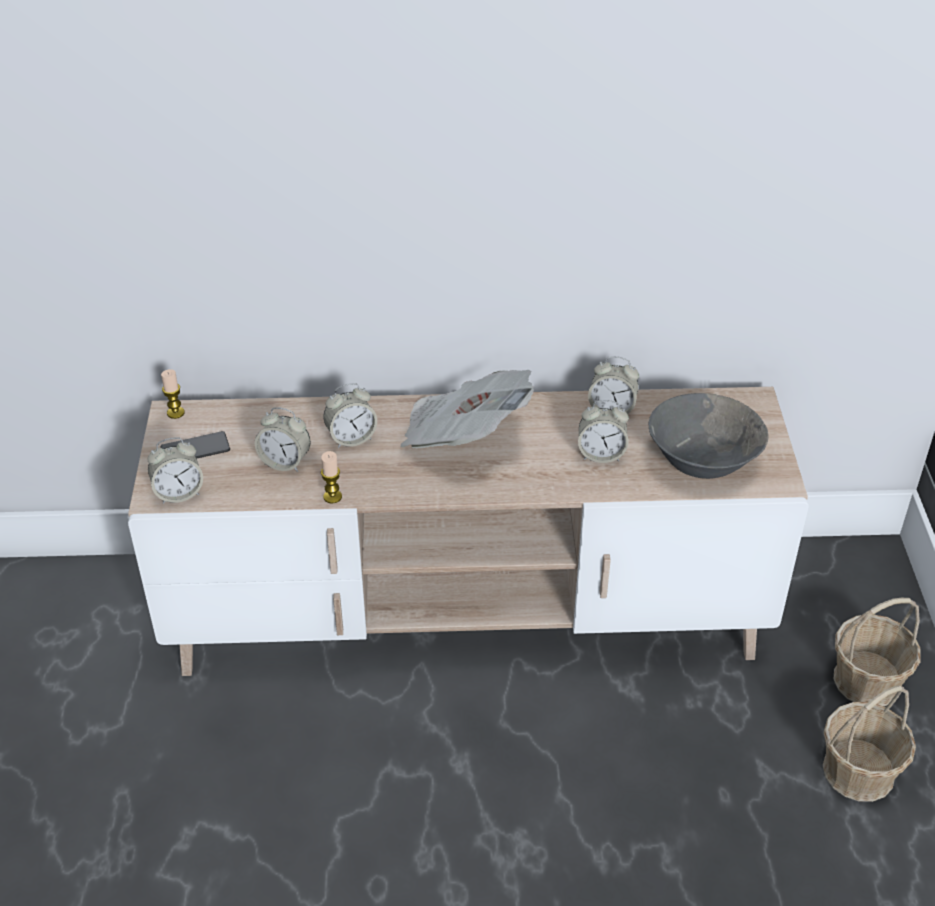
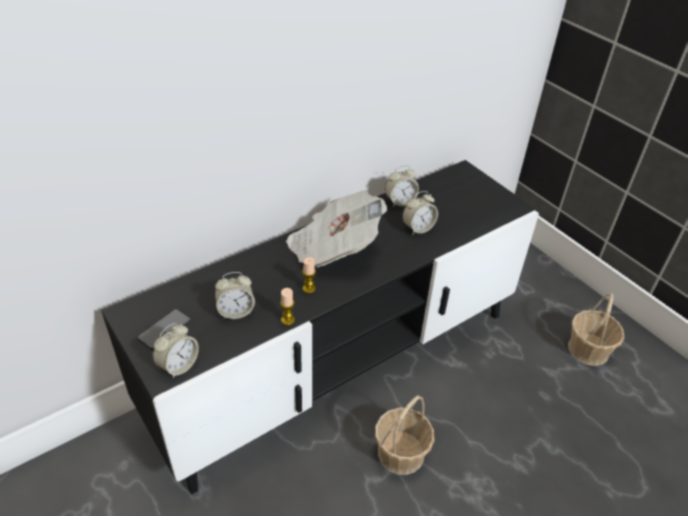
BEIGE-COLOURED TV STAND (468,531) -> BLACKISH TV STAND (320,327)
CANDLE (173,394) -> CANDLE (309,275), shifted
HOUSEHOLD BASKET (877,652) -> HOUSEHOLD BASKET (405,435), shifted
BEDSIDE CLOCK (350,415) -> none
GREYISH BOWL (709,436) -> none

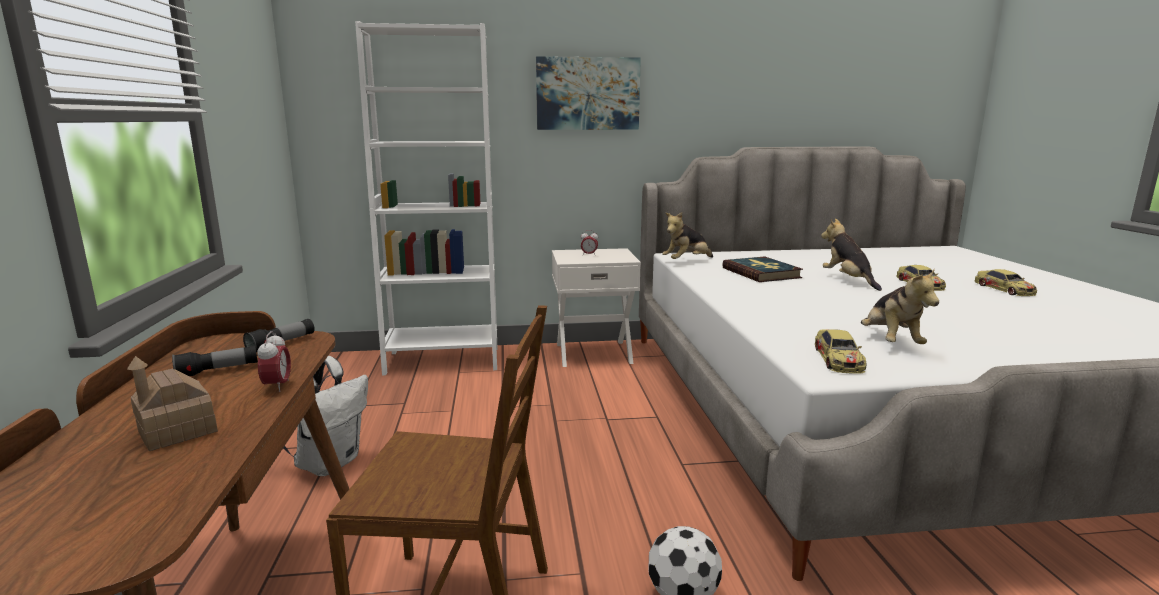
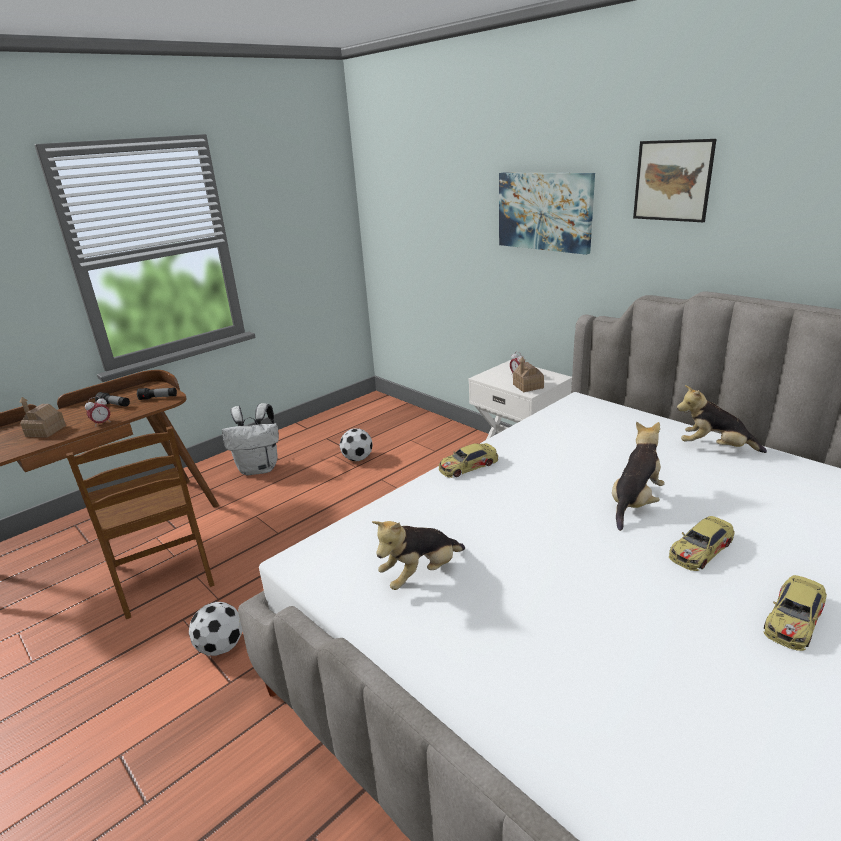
none -> FOOTBALL (356,444)
MINIATURE CAR (841,351) -> MINIATURE CAR (468,460), shifted
none -> MODEL HOUSE (528,374)
none -> WALL PICTURE (675,180)
PLUSH TOY (687,235) -> PLUSH TOY (722,419), shifted
WHITE SHELVING UNIT (426,198) -> none
BOUND BOOK (762,269) -> none

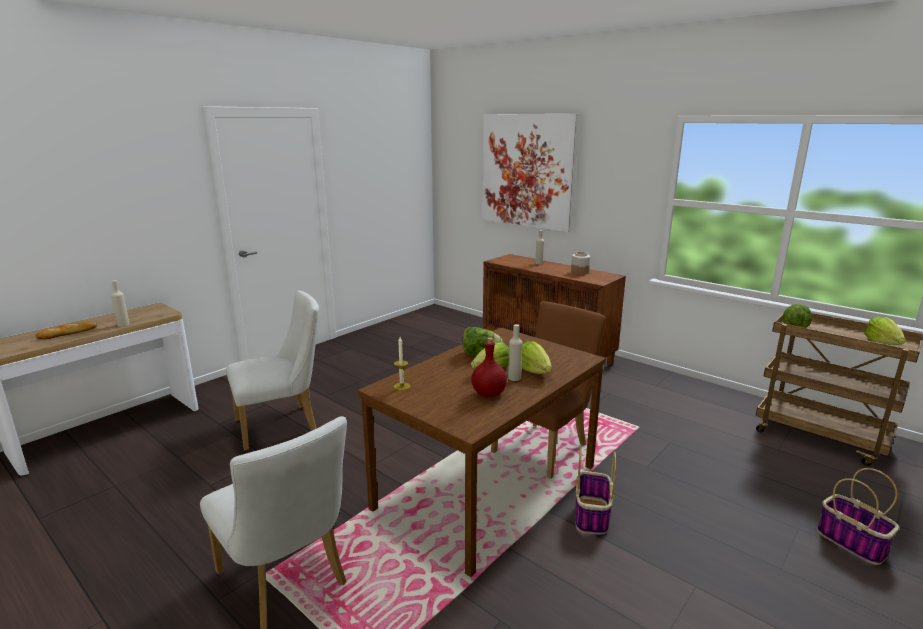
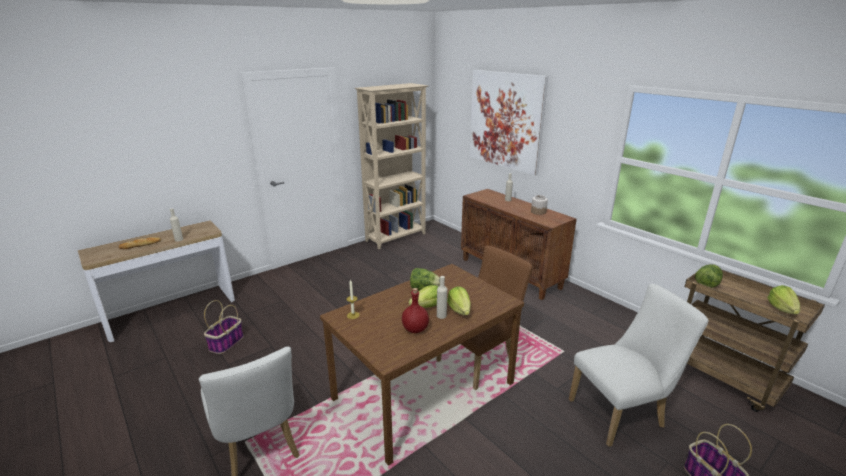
HOUSEHOLD BASKET (596,491) -> HOUSEHOLD BASKET (224,327), shifted
none -> BEIGE-COLOURED SHELVING UNIT (392,166)
WHITE PLAIN CHAIR (272,371) -> WHITE PLAIN CHAIR (638,365), shifted

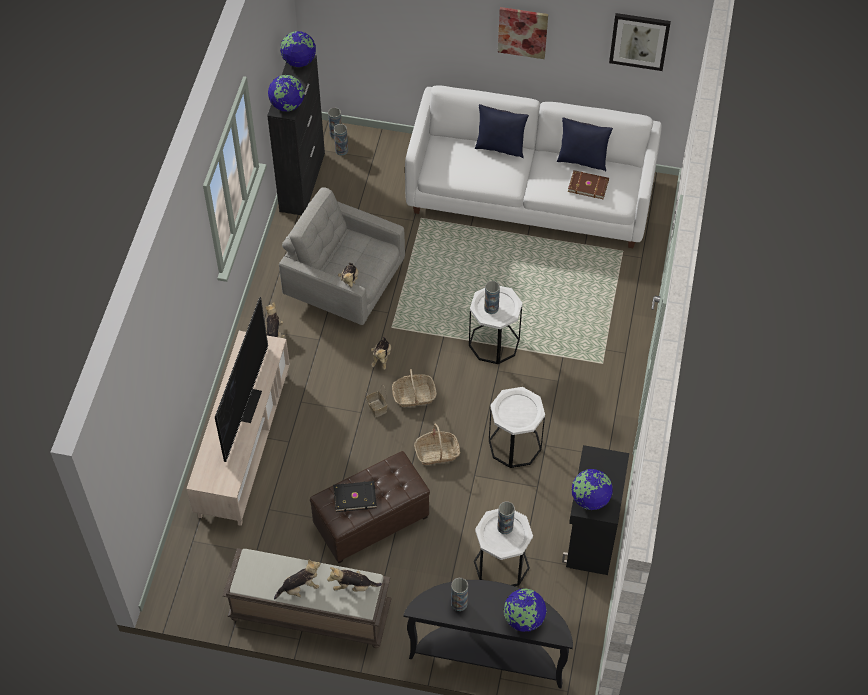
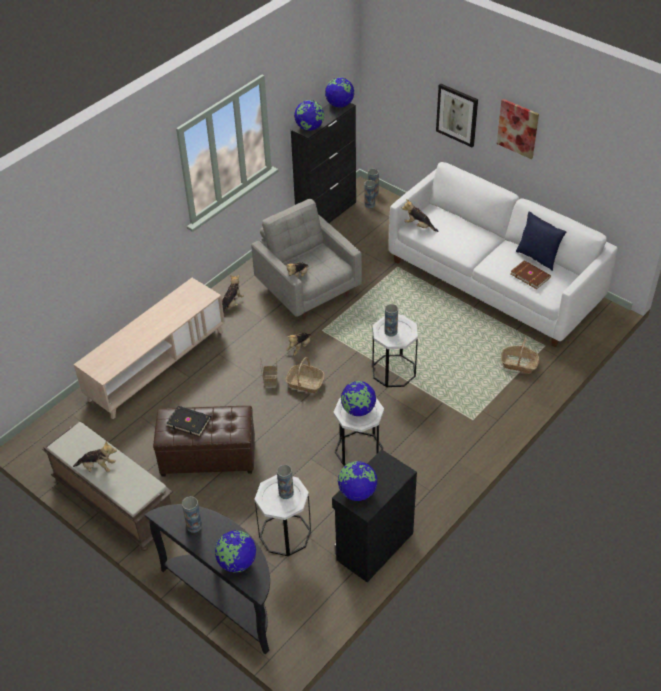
none -> GLOBE (358,398)
PLUSH TOY (354,579) -> PLUSH TOY (420,215), shifted
WALL PICTURE (640,42) -> WALL PICTURE (457,115), shifted
HOUSEHOLD BASKET (437,444) -> HOUSEHOLD BASKET (520,355), shifted
TV (241,379) -> none
BLUE-COLOURED PILLOW (502,131) -> none

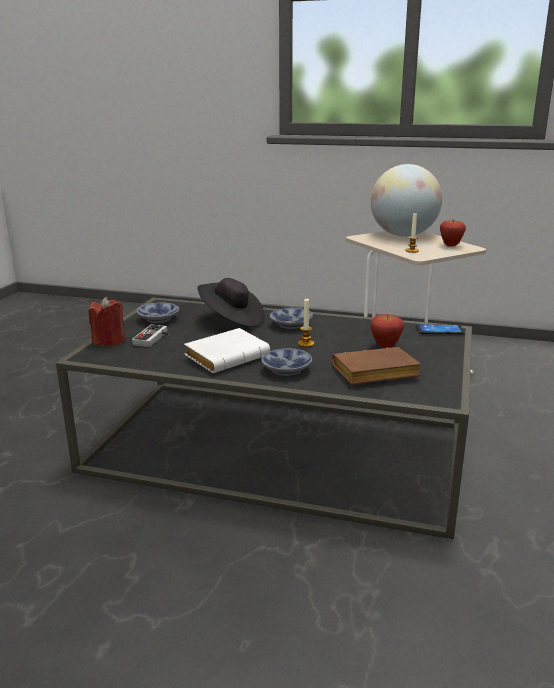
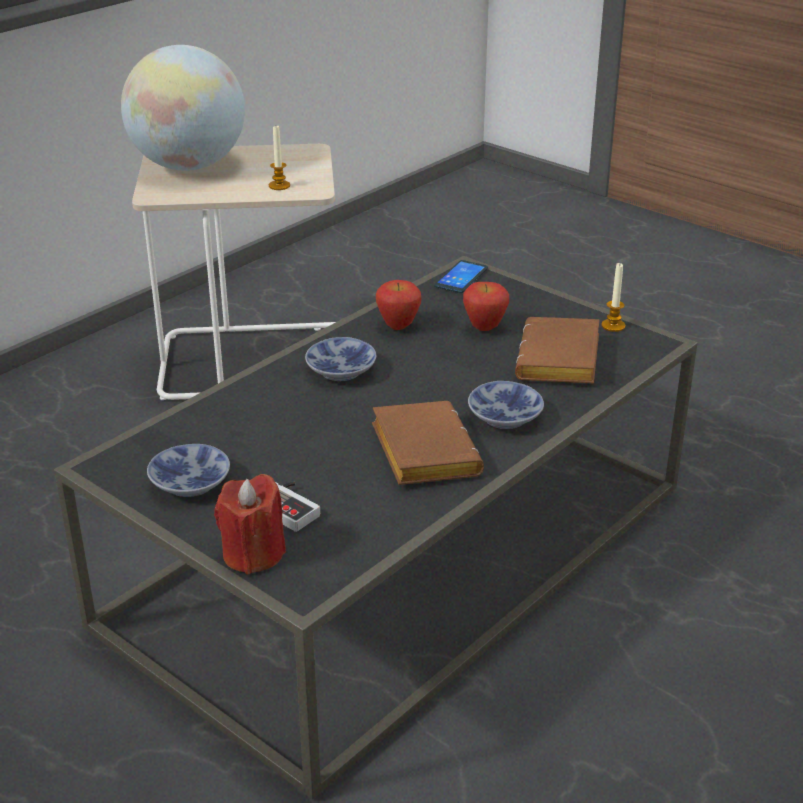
WHITE BOUND BOOK (227,350) -> BROWN-COLOURED BOUND BOOK (428,443)
WHOLE APPLE (453,233) -> WHOLE APPLE (398,305), shifted
CANDLE (306,322) -> CANDLE (613,297), shifted
BLACKISH CLOTHING HAT (231,302) -> none

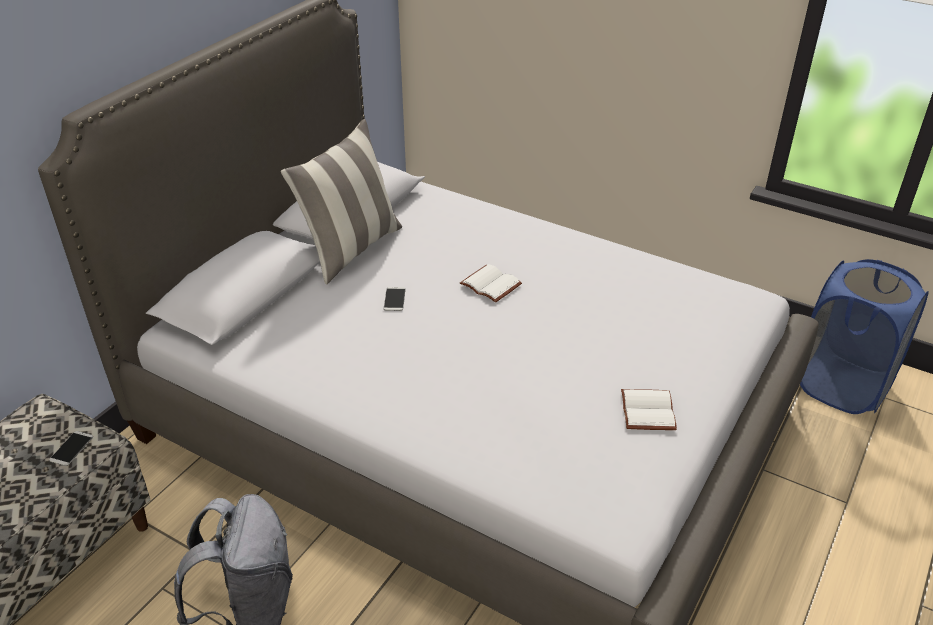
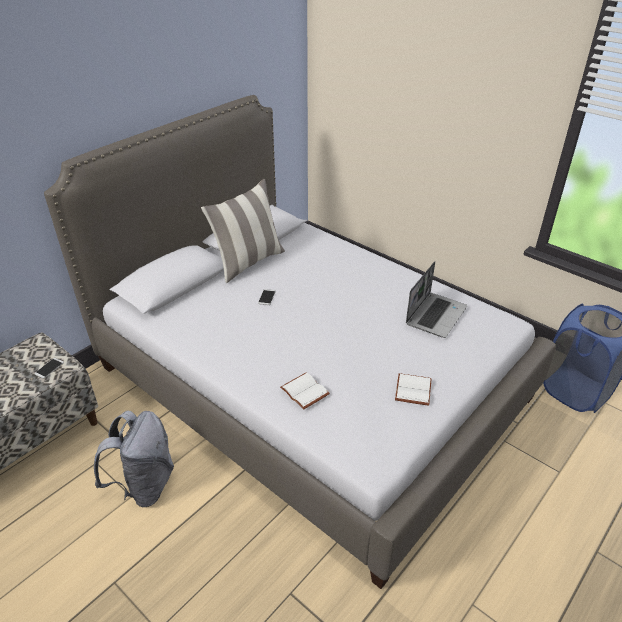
WHITE BOUND BOOK (491,283) -> WHITE BOUND BOOK (305,391), shifted
none -> LAPTOP (436,299)

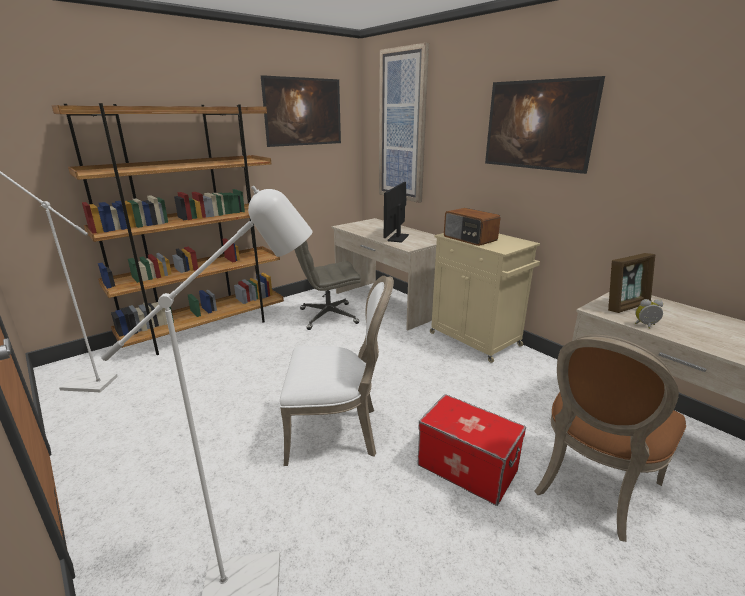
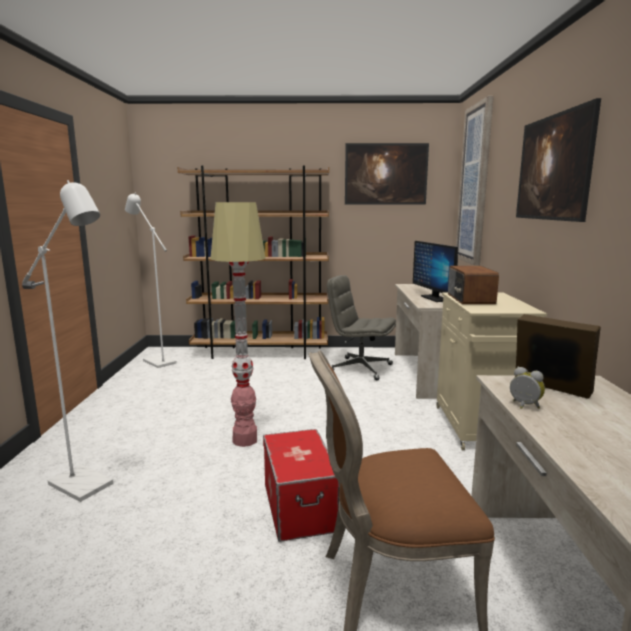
WHITE PLAIN CHAIR (337,371) -> FLOOR LAMP (238,324)
MONITOR (396,212) -> MONITOR (435,271), 75 degrees counterclockwise
PICTURE FRAME (631,283) -> PICTURE FRAME (558,356), 150 degrees counterclockwise

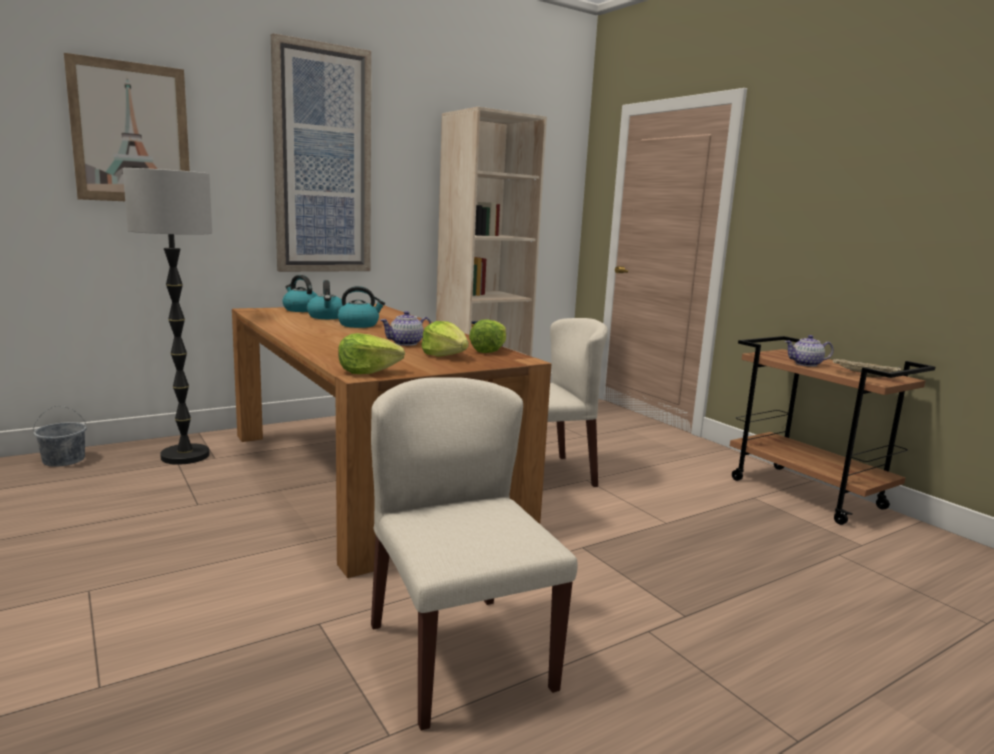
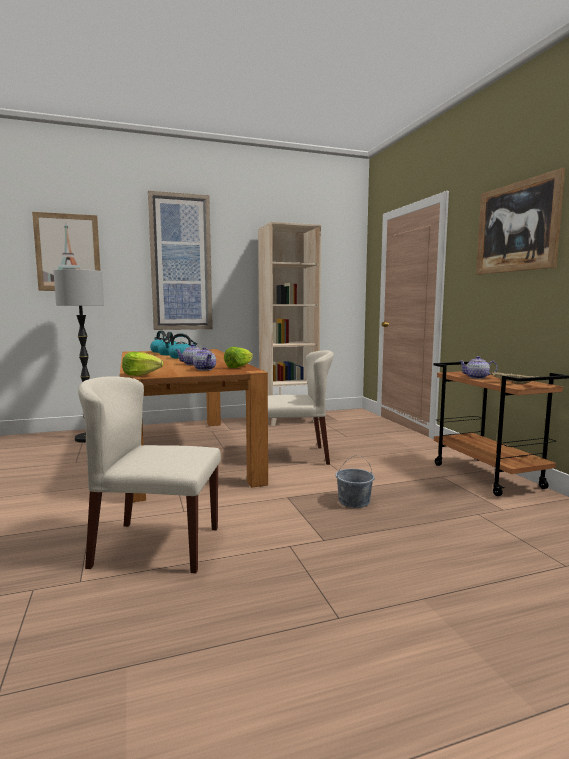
BEIGE-COLOURED PLAIN CHAIR (474,554) -> BEIGE-COLOURED PLAIN CHAIR (149,474), 75 degrees counterclockwise
LETTUCE (445,339) -> TEAPOT (204,358)
GREYISH BUCKET (60,436) -> GREYISH BUCKET (355,481), shifted
none -> WALL PICTURE (520,221)

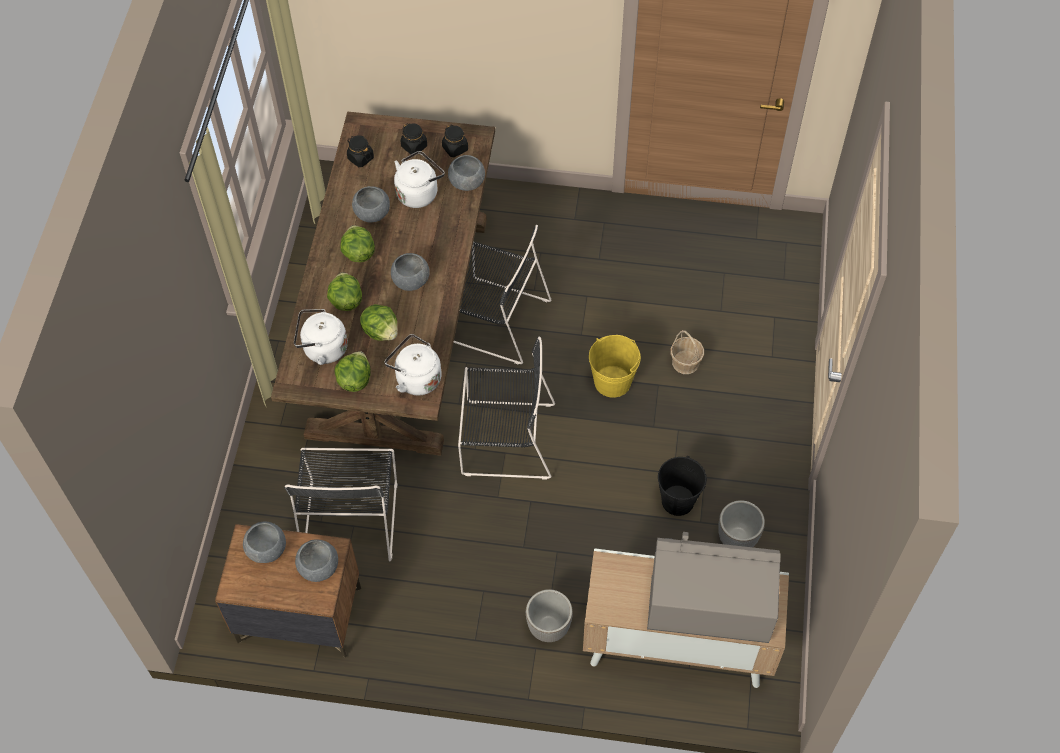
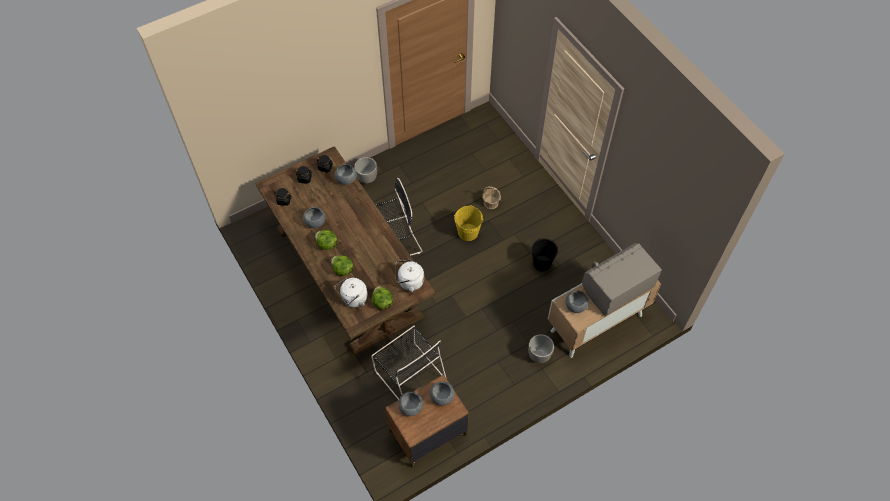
FLOWER POT (741,523) -> FLOWER POT (365,170), shifted
GREYISH BOWL (410,272) -> GREYISH BOWL (577,301), shifted
LETTUCE (379,322) -> none
WHITE WATER KETTLE (419,179) -> none
BLACKISH PLAIN CHAIR (506,408) -> none

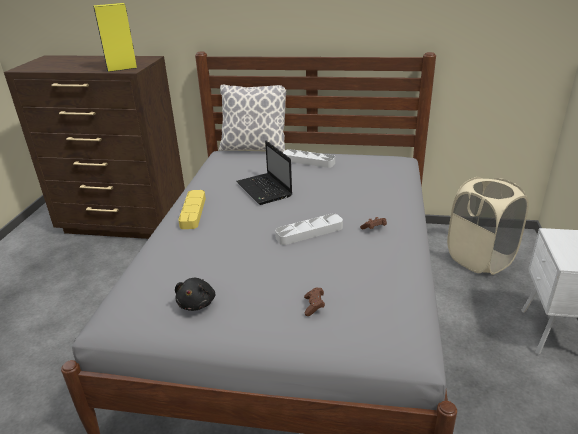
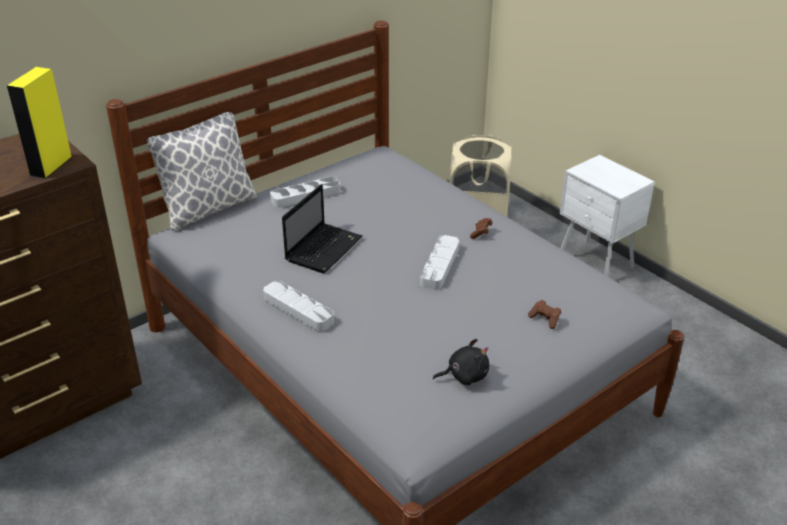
YELLOW-COLOURED TRAY (192,209) -> GREYISH TRAY (298,306)
LAPTOP (264,173) -> LAPTOP (322,228), 75 degrees counterclockwise
BLACKISH PLUSH TOY (195,294) -> BLACKISH PLUSH TOY (461,362), 60 degrees counterclockwise

